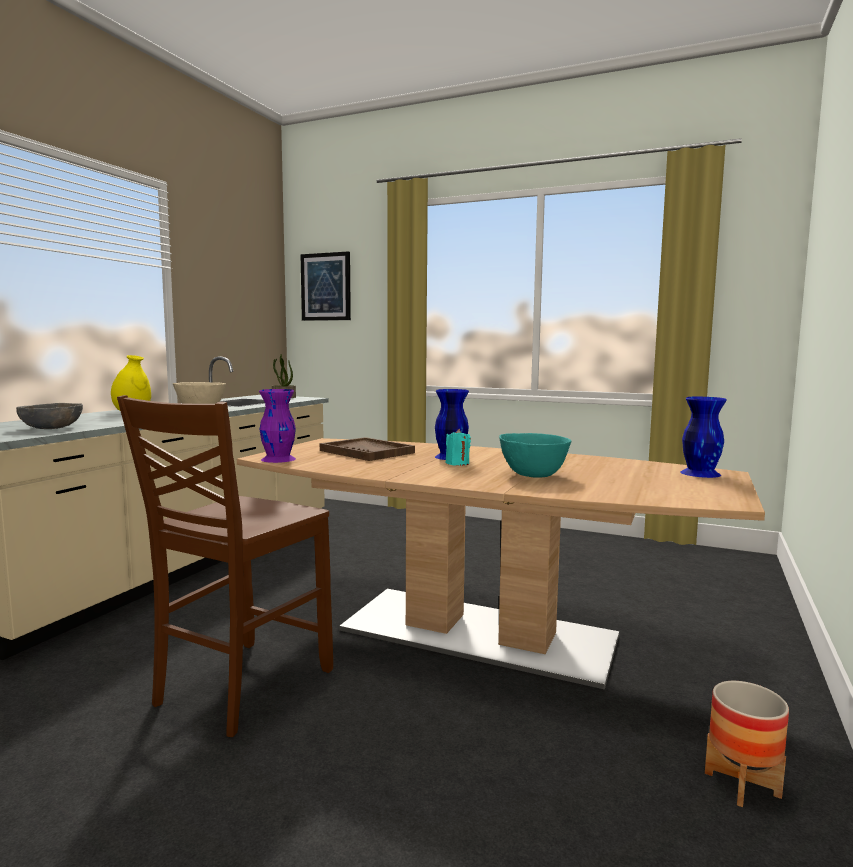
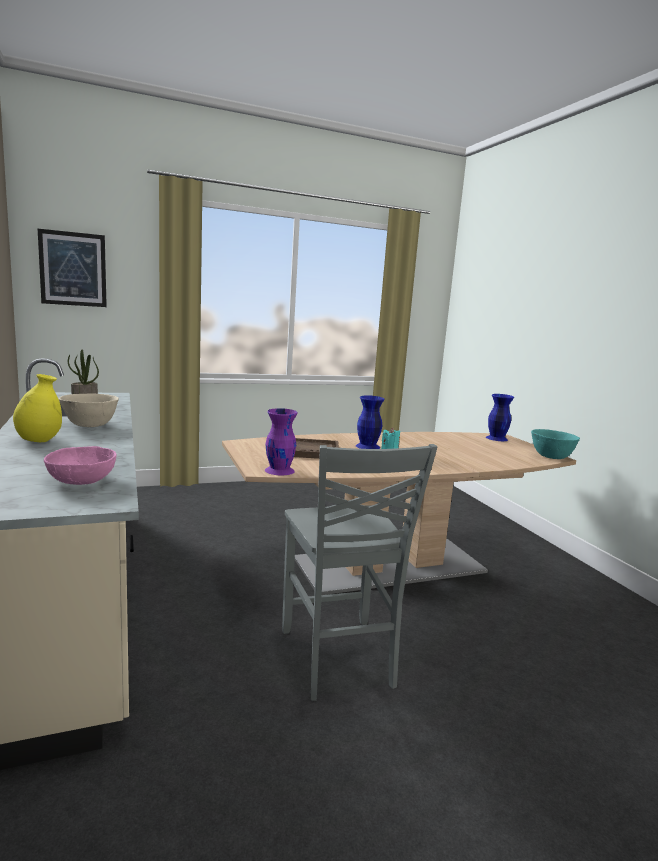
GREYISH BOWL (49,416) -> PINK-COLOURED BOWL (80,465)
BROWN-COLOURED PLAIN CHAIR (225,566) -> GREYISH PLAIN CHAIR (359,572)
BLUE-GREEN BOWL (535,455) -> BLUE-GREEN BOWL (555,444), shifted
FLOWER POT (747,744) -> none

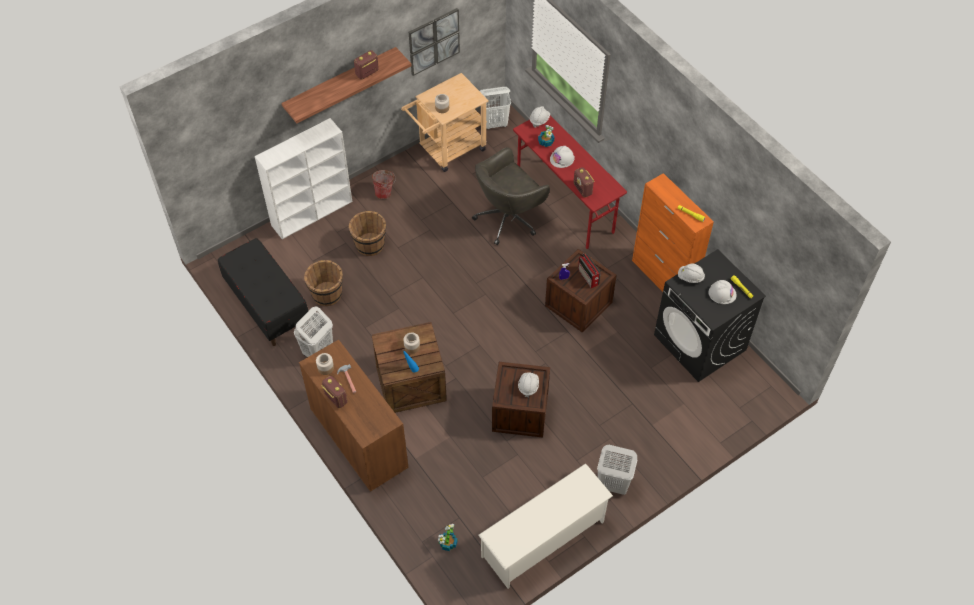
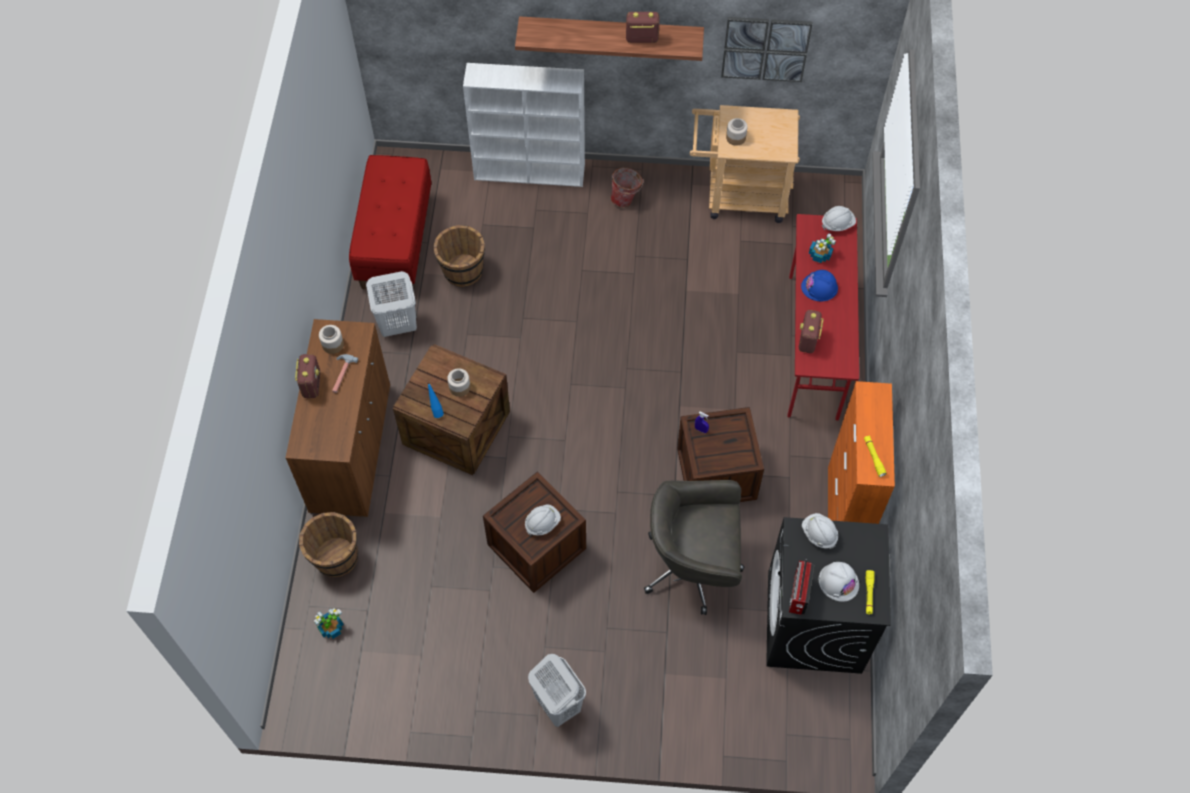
BROWN-COLOURED BUCKET (367,233) -> BROWN-COLOURED BUCKET (328,544), shifted
BLACKISH BENCH (263,292) -> REDDISH BENCH (390,223)
GREYISH OFFICE CHAIR (511,196) -> GREYISH OFFICE CHAIR (694,547), shifted
RADIO SET (589,270) -> RADIO SET (801,587), shifted
WHITE HARD HAT (562,157) -> BLUE-COLOURED HARD HAT (819,285)
WHITE SHOE STAND (545,526) -> none
WHITE LAUNDRY BASKET (495,108) -> none

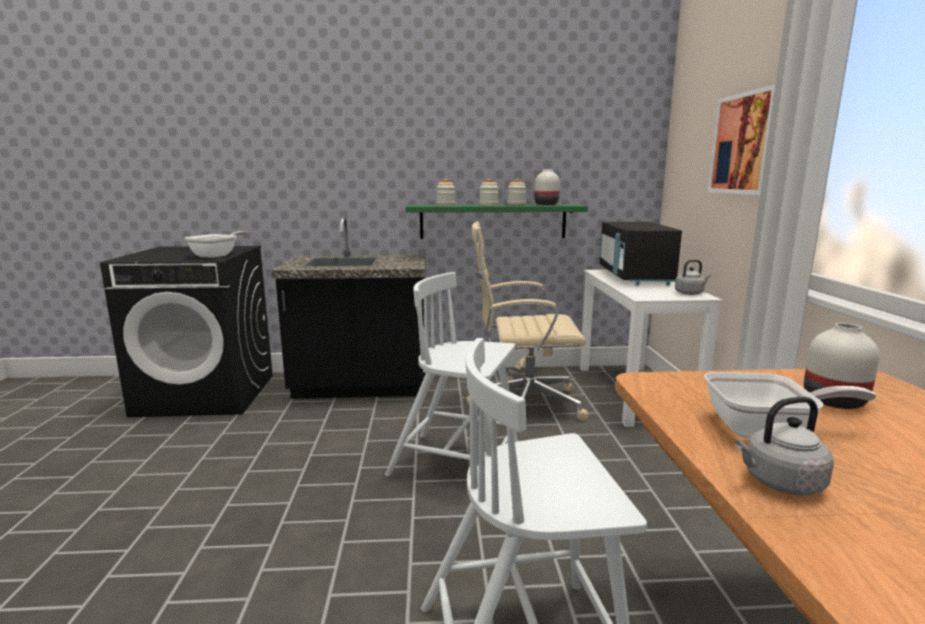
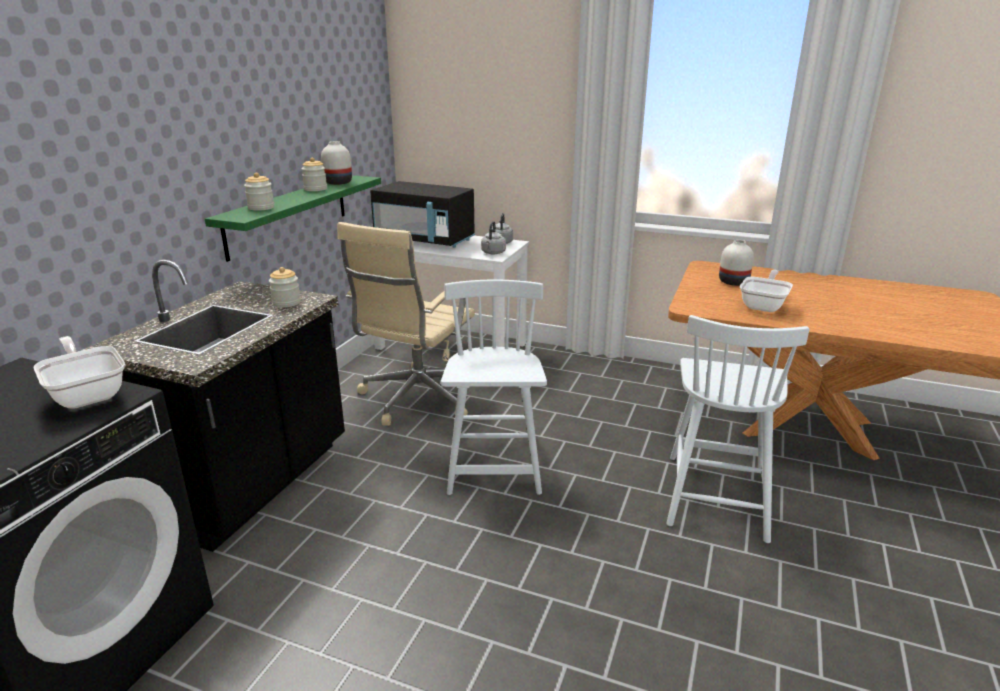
PRESERVE JAR (489,192) -> PRESERVE JAR (285,287), shifted
WHITE PLAIN CHAIR (451,374) -> WHITE PLAIN CHAIR (494,387), 135 degrees clockwise
GREYISH WATER KETTLE (784,446) -> GREYISH WATER KETTLE (493,237), shifted
WALL PICTURE (742,139) -> none

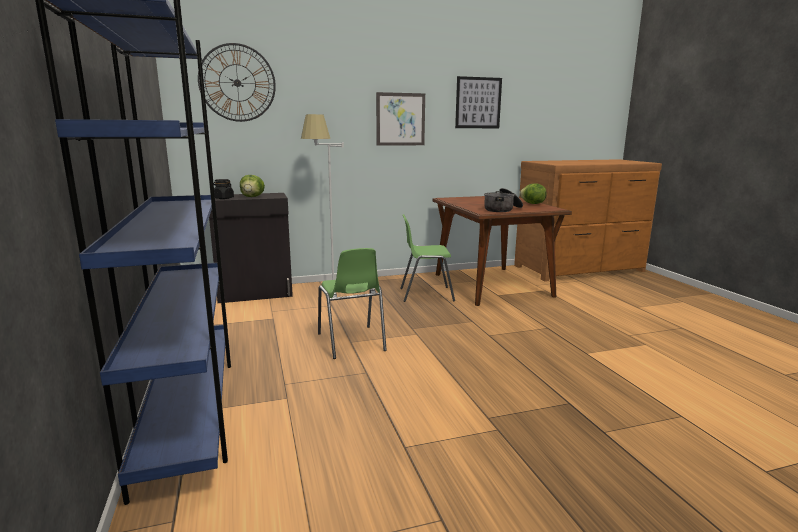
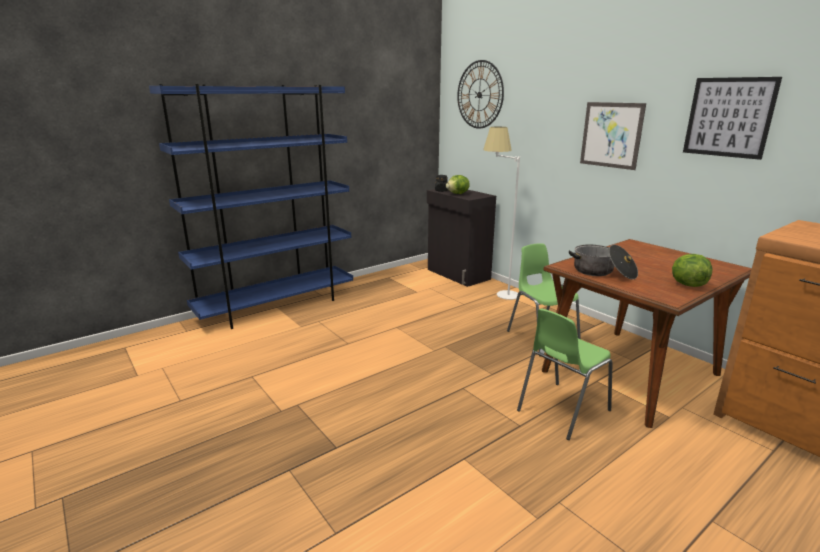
GREENISH PLAIN CHAIR (352,303) -> GREENISH PLAIN CHAIR (564,374), shifted

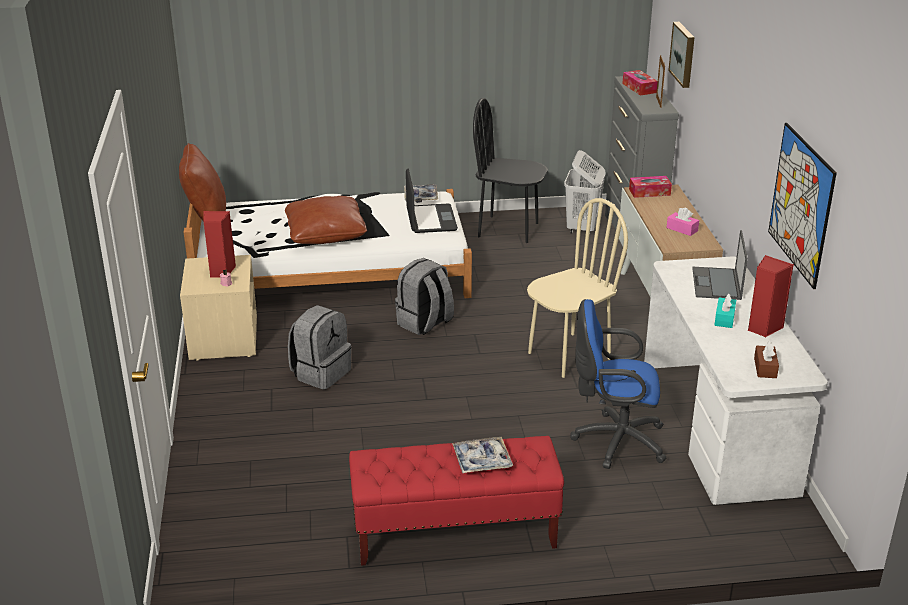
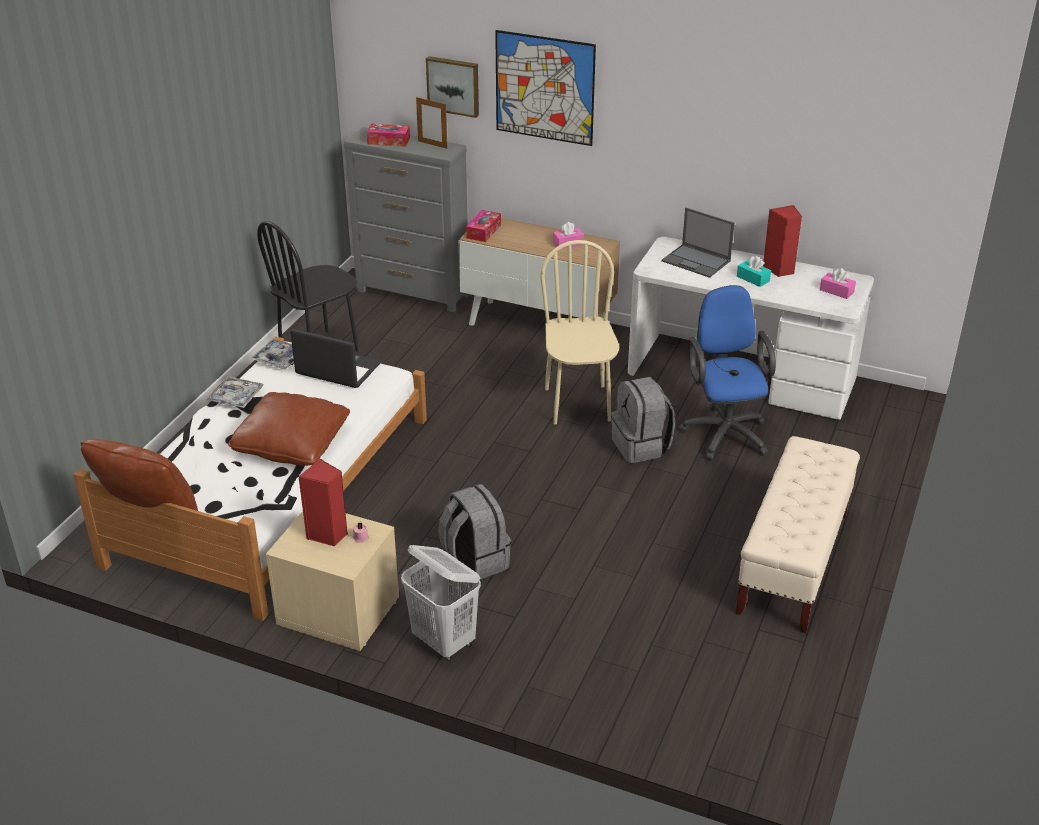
TRAY (482,455) -> TRAY (234,392), shifted
WHITE LAUNDRY BASKET (585,192) -> WHITE LAUNDRY BASKET (441,603), shifted
WALL PICTURE (802,206) -> WALL PICTURE (545,88), shifted
GREYISH RUCKSACK (424,296) -> GREYISH RUCKSACK (643,420), shifted
BLUE-COLOURED OFFICE CHAIR (618,384) -> BLUE-COLOURED OFFICE CHAIR (727,373), 135 degrees clockwise
REDDISH BENCH (456,501) -> BEIGE-COLOURED BENCH (798,534)
BROWN-COLOURED BOX OF TISSUES (766,360) -> PINK-COLOURED BOX OF TISSUES (838,283)

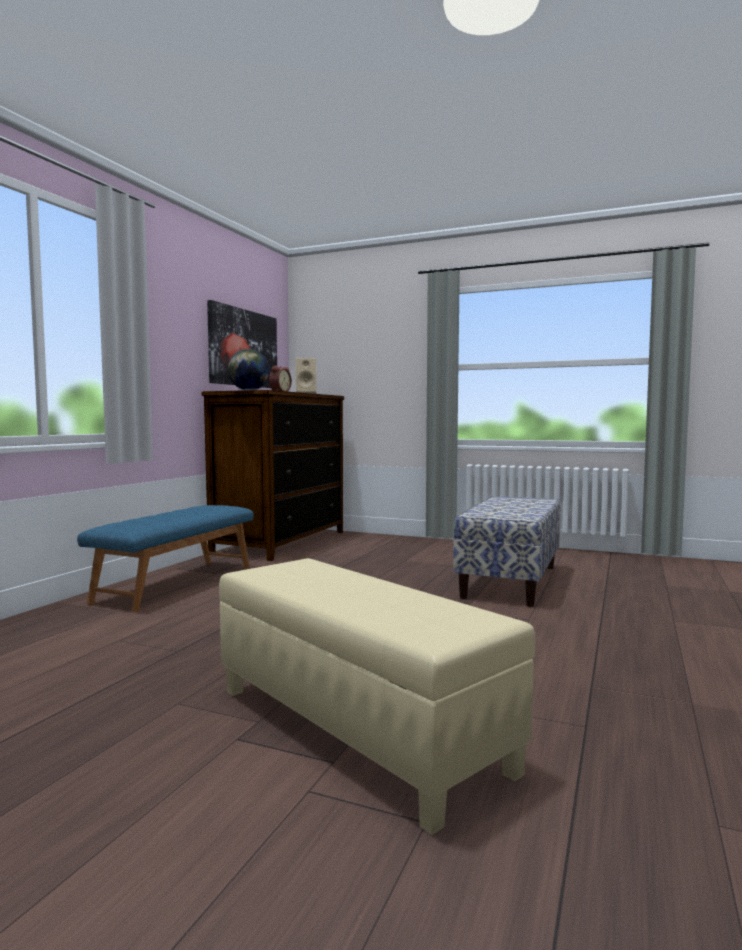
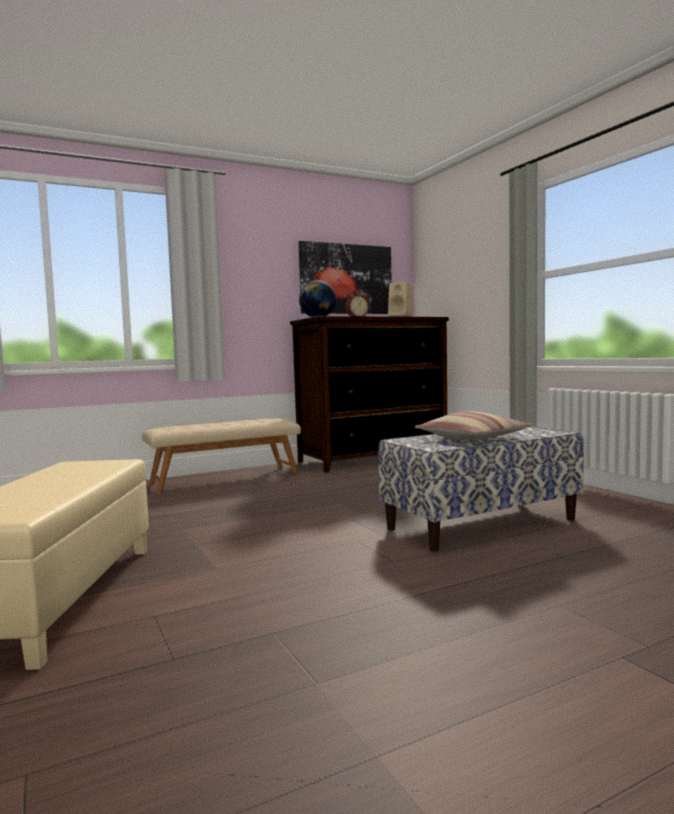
BLUE-COLOURED BENCH (165,558) -> BEIGE-COLOURED BENCH (221,456)
none -> PILLOW (473,425)

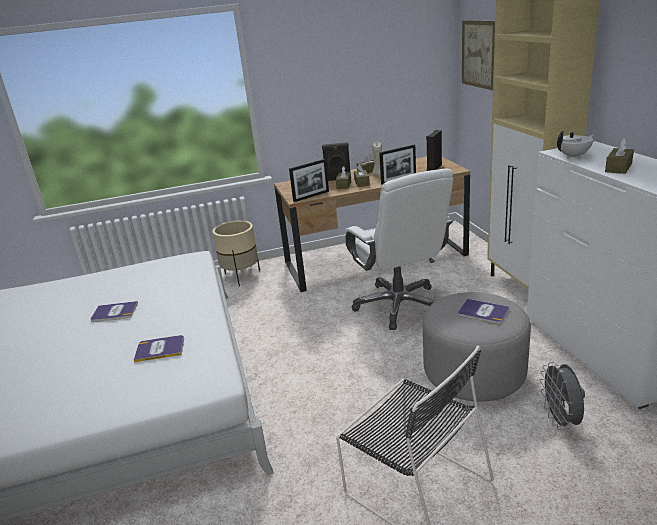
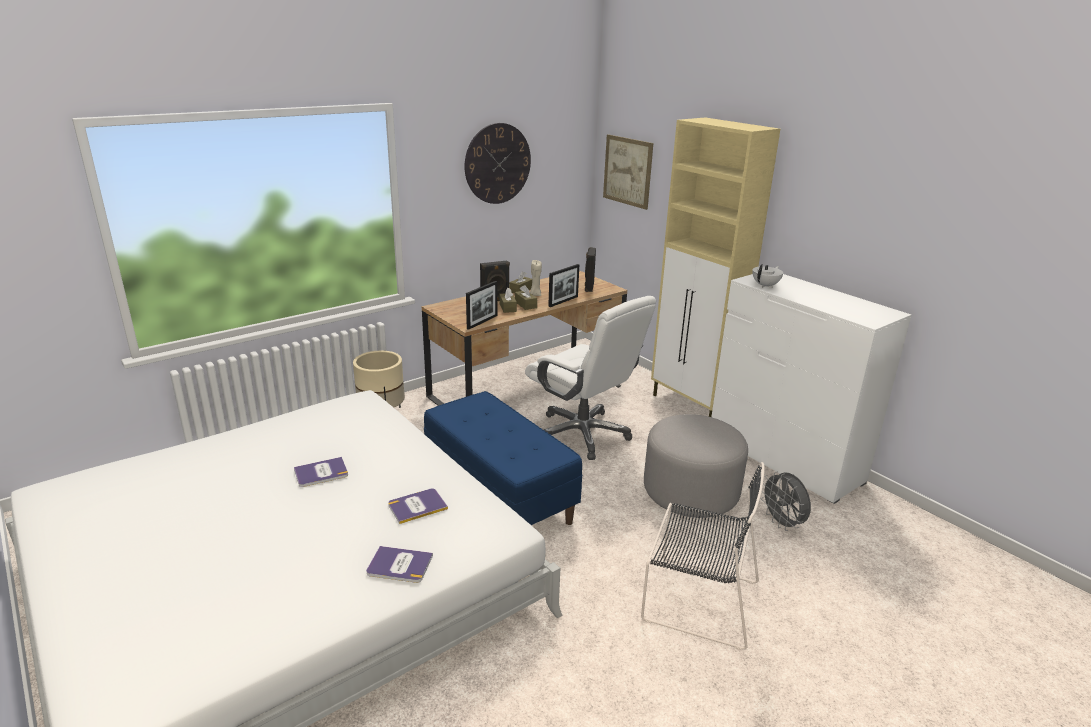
BOUND BOOK (484,311) -> BOUND BOOK (399,564), shifted
none -> BLUE-COLOURED BENCH (503,458)
none -> CLOCK ON THE WALL (498,163)
BROWN-COLOURED BOX OF TISSUES (619,156) -> none

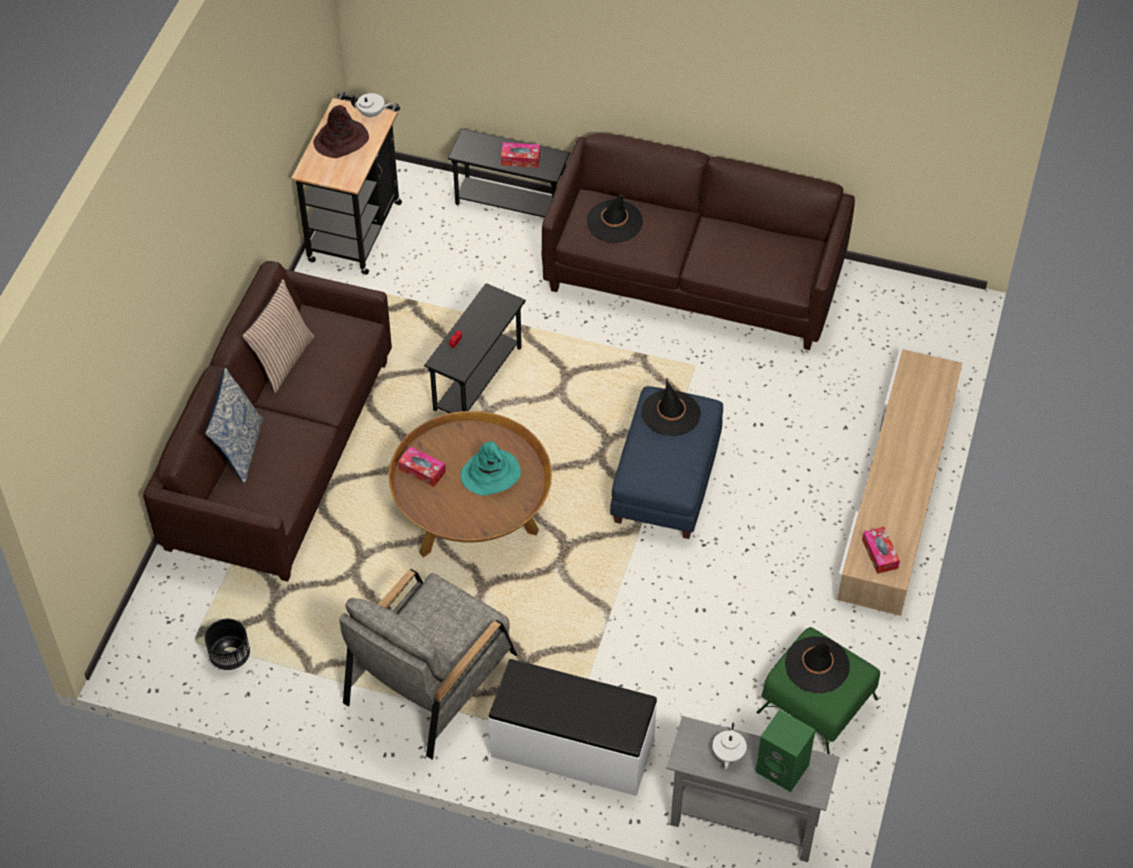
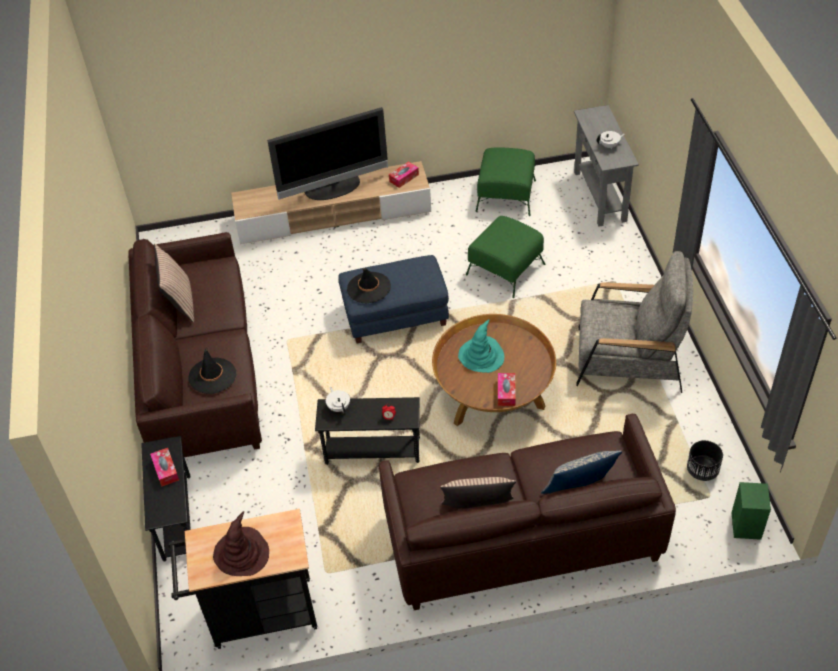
none -> PILLOW (174,283)
none -> TV (327,153)
WHITE TEAPOT (371,106) -> WHITE TEAPOT (338,400), shifted
none -> GREENISH OTTOMAN (505,257)
GREENISH SPEAKER (785,750) -> GREENISH SPEAKER (751,511), shifted
WHITE BENCH (573,727) -> none
BLACKISH CLOTHING HAT (817,664) -> none

